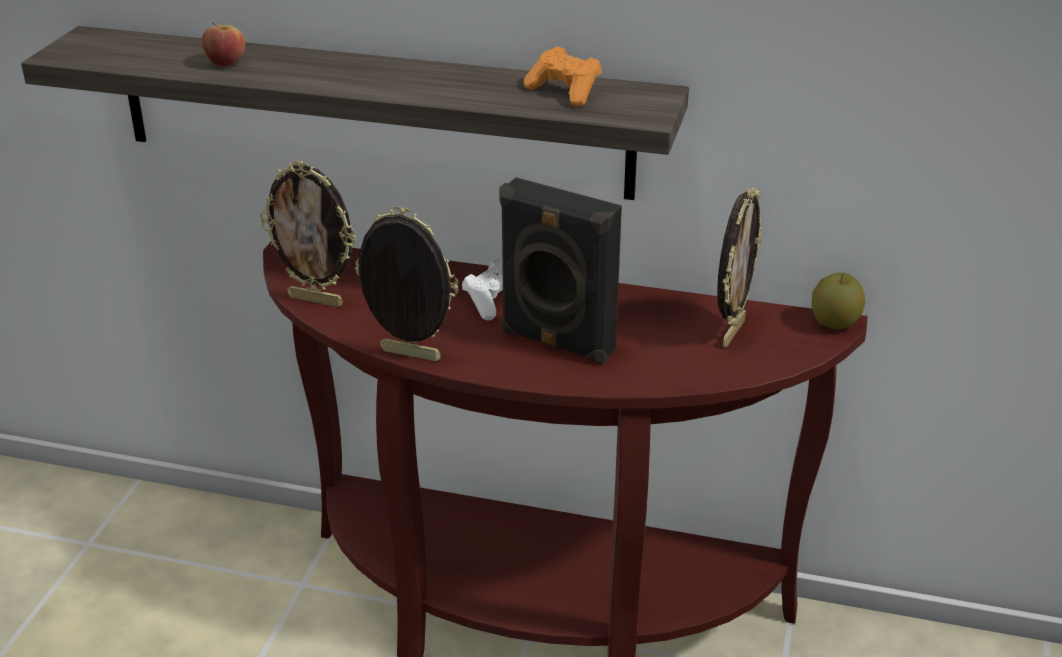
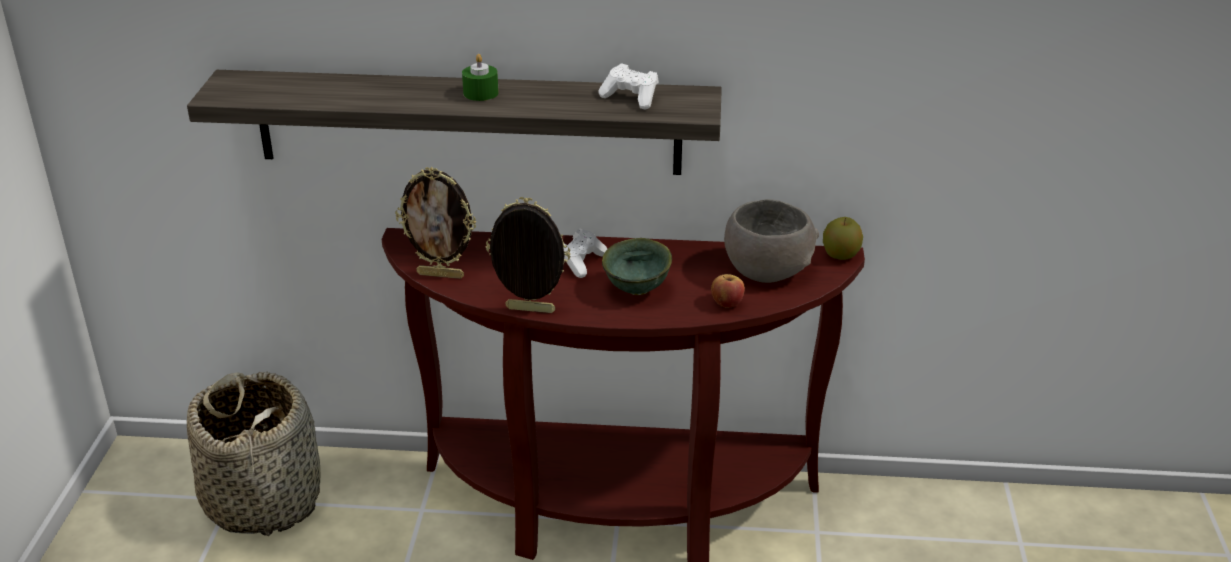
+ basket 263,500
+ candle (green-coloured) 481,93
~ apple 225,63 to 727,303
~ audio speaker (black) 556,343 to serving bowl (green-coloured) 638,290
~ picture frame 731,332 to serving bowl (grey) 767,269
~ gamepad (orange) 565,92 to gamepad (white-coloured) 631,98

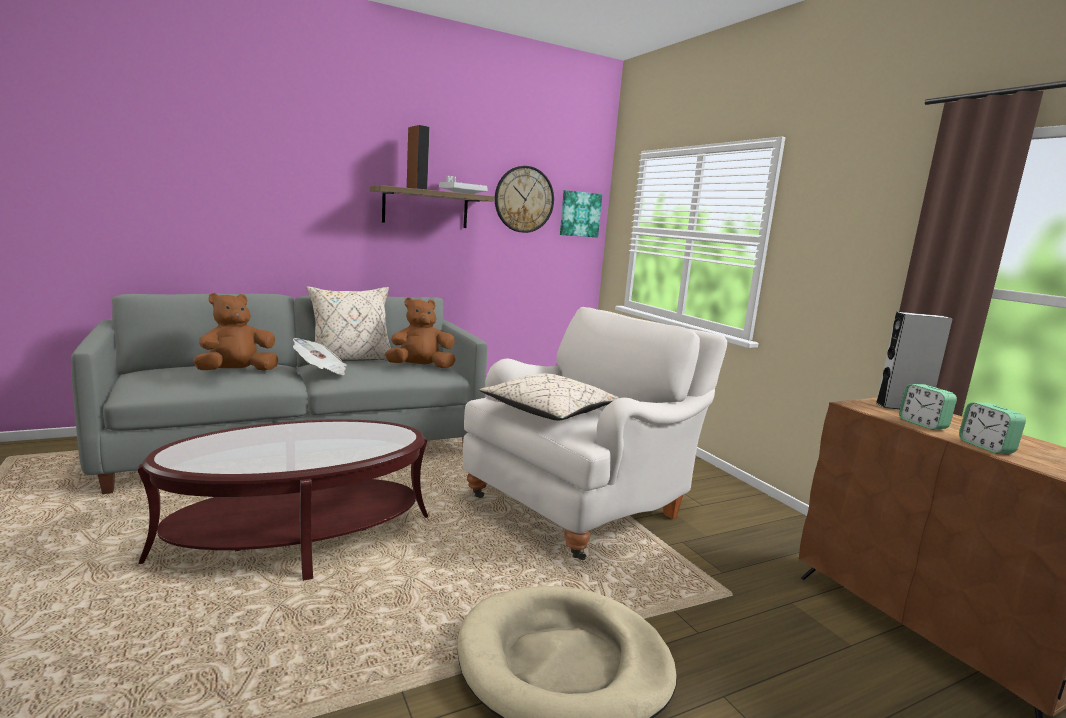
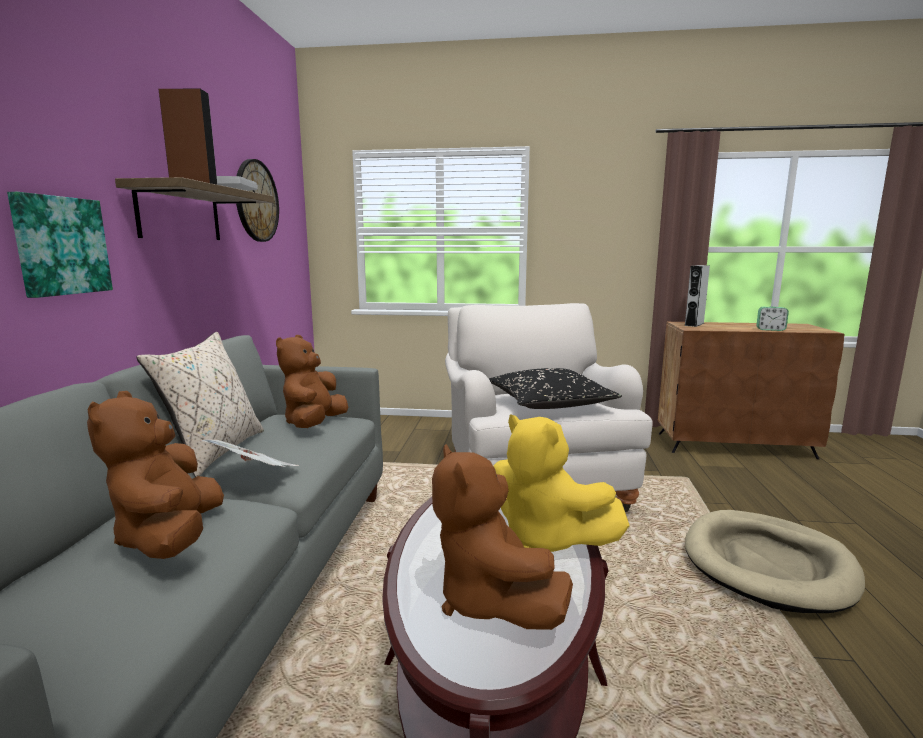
- bedside clock 922,424
+ cuddly toy (brownish) 490,600
+ cuddly toy (yellow-coloured) 546,539
~ picture 579,214 to 60,246
~ cushion (sand-coloured) 549,412 to cushion (black) 549,404

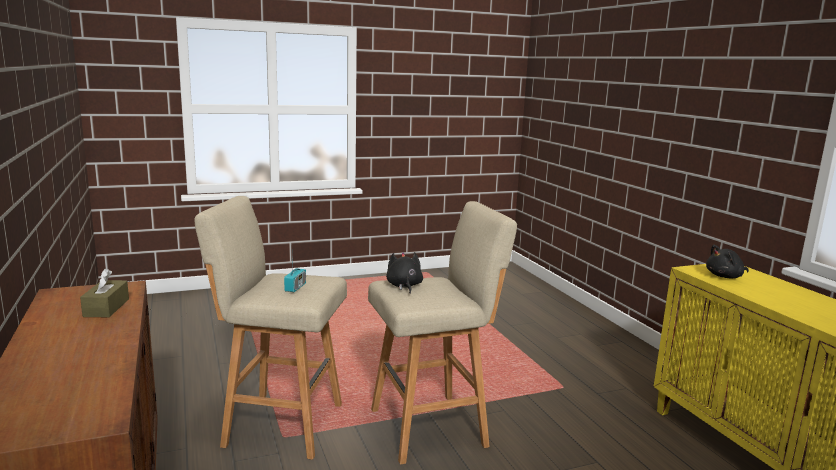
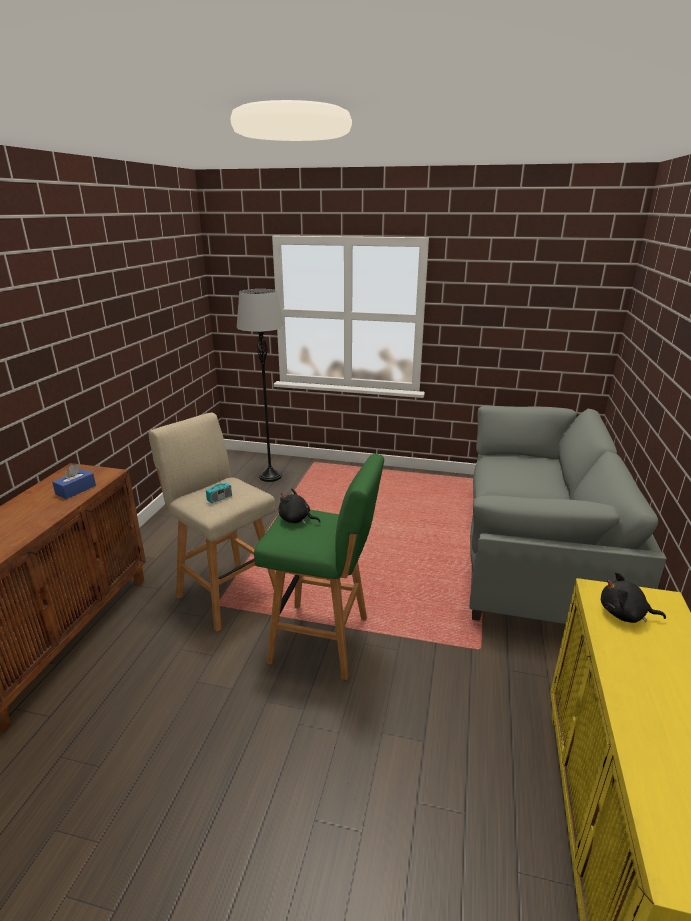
+ standing lamp (grey) 270,476
+ sofa (grey) 536,552
~ box of tissues (brownish) 106,308 to box of tissues (blue-coloured) 76,490
~ stool seat (sand-coloured) 432,427 to stool seat (green-coloured) 323,640
~ cuddly toy (black) 404,286 = 296,519 90 degrees counterclockwise

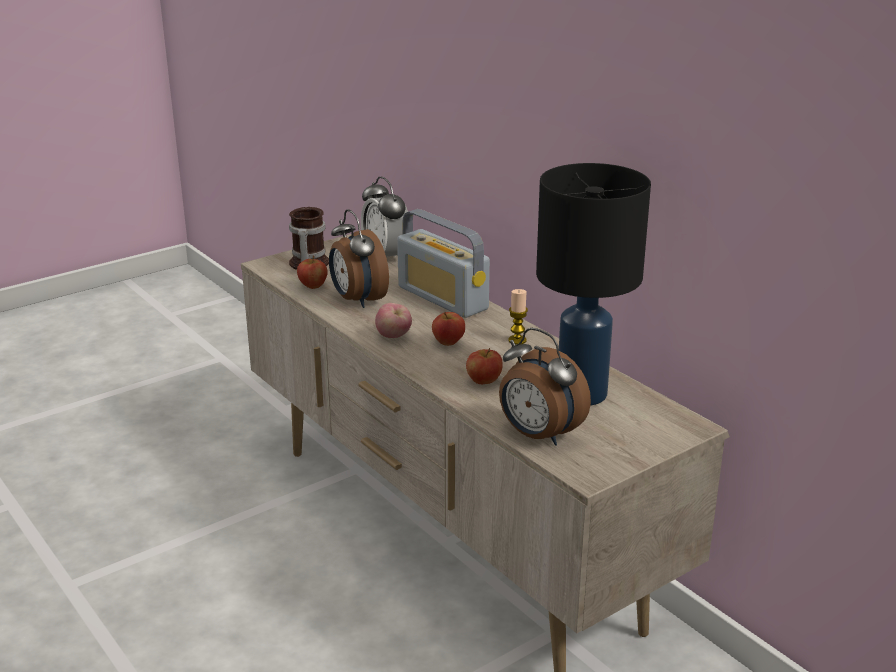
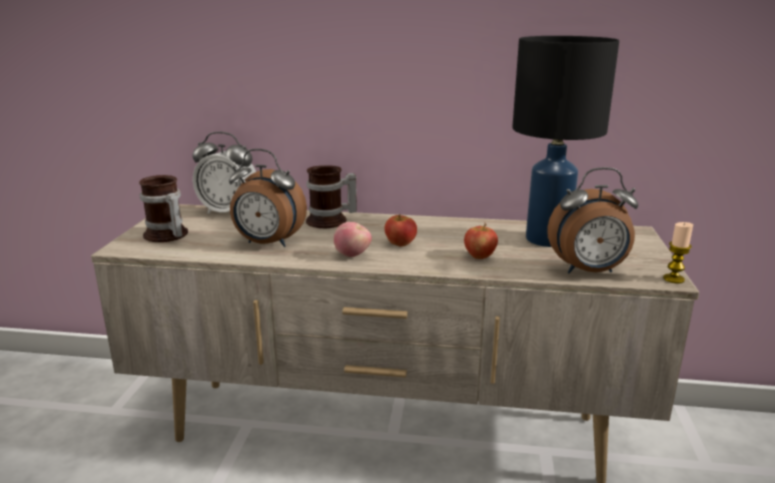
- apple 312,286
~ candle 517,340 to 673,279
~ radio set 442,298 to mug 331,221

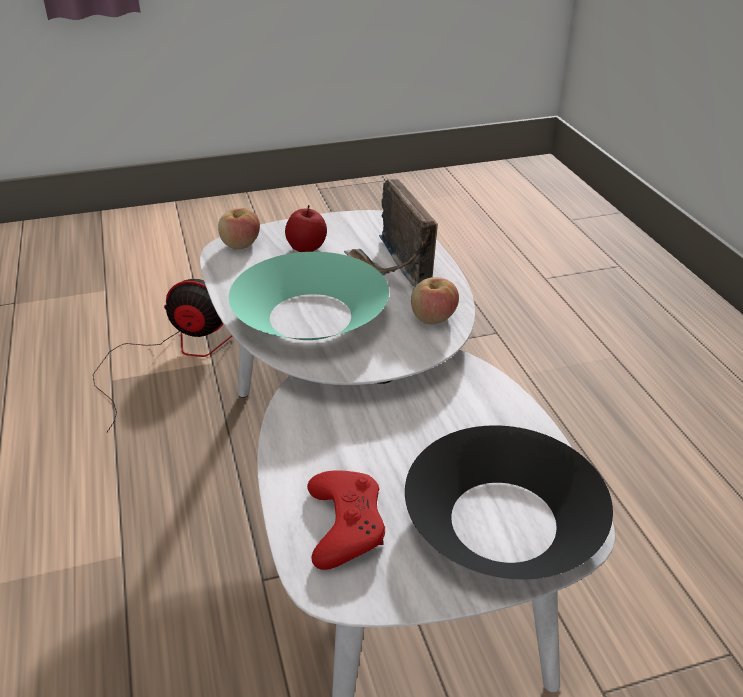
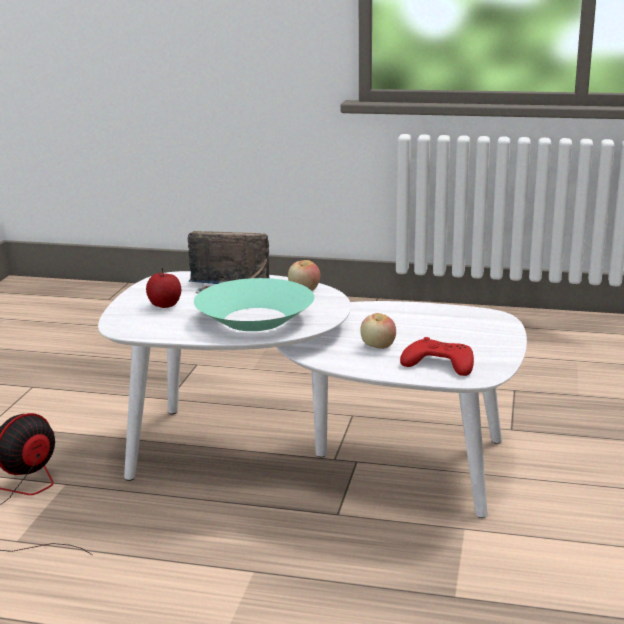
- serving bowl (black) 503,519
~ apple 240,245 to 378,346

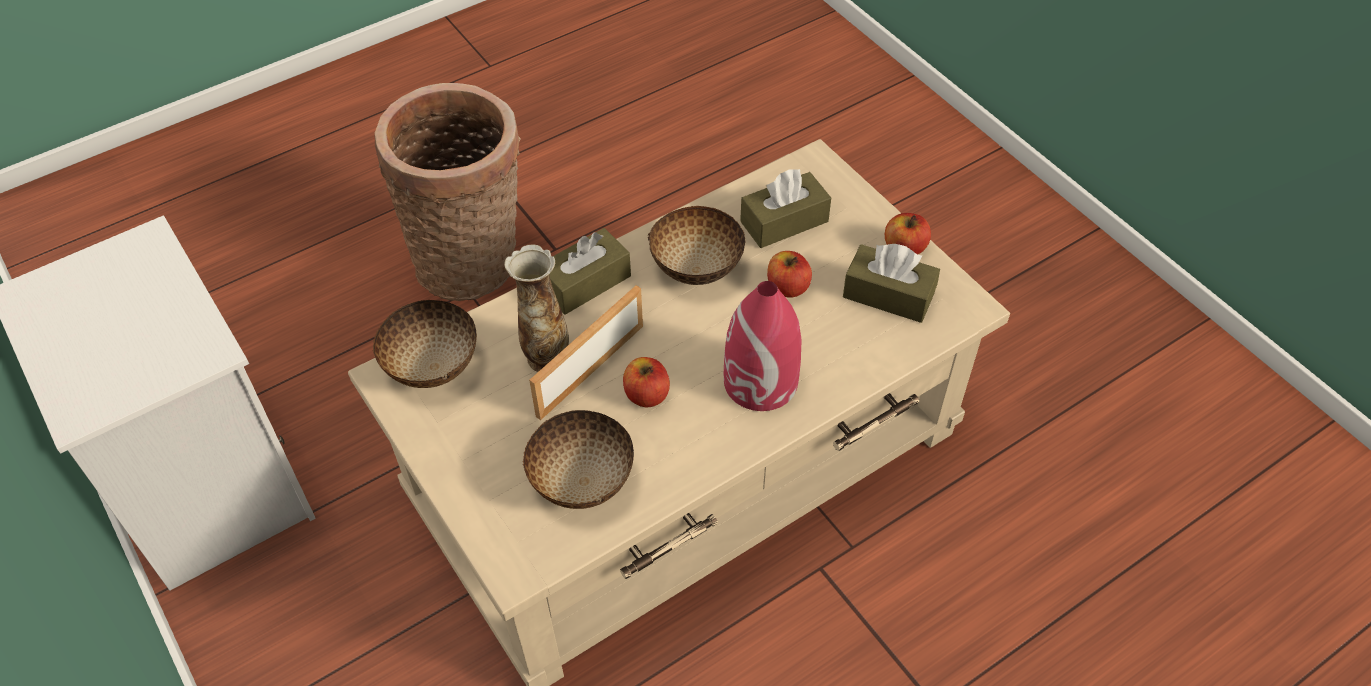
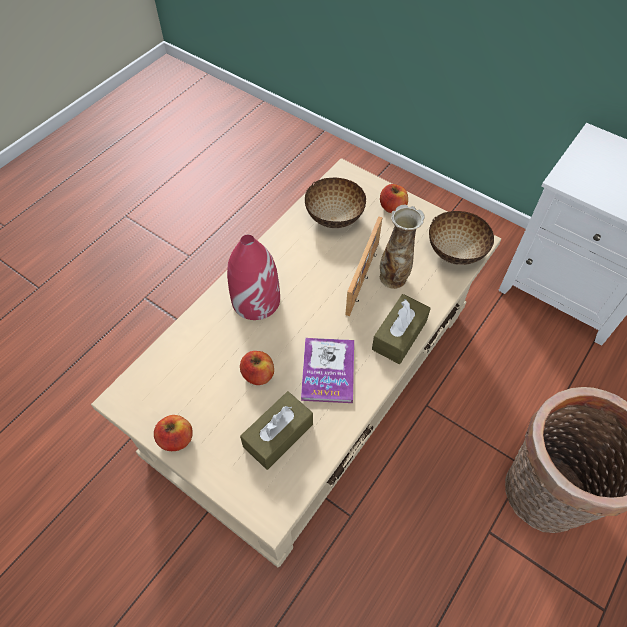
- box of tissues (brownish) 888,295
~ apple 646,395 to 392,207
~ serving bowl 698,268 to bound book 328,371

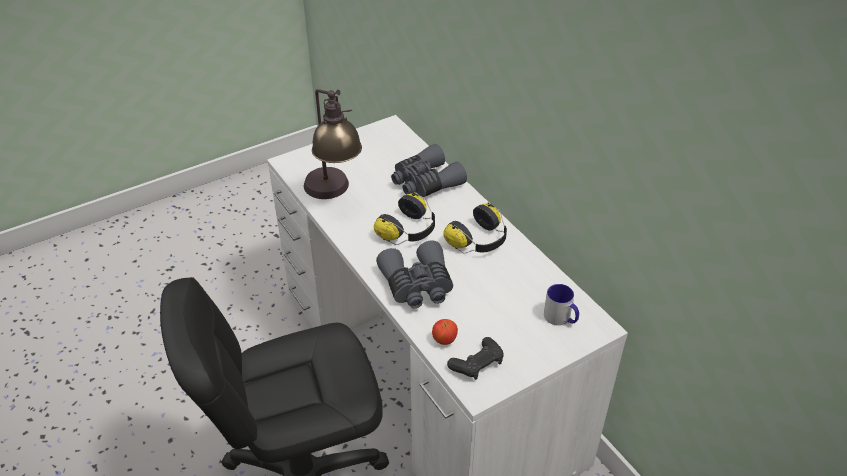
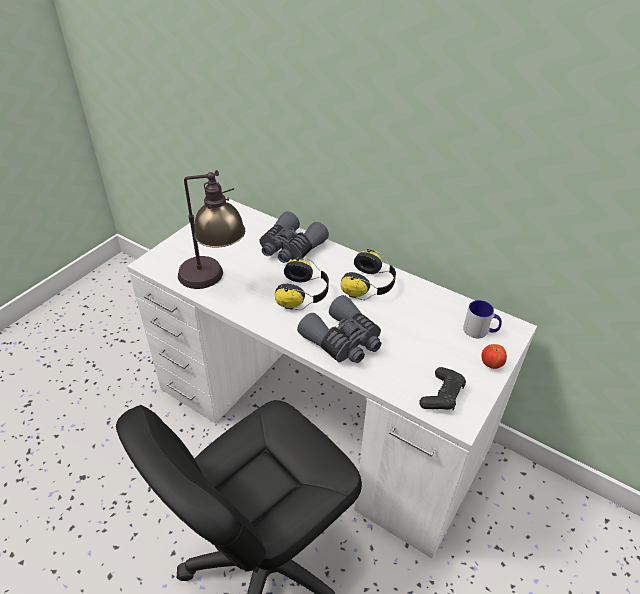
~ apple 444,340 to 491,364

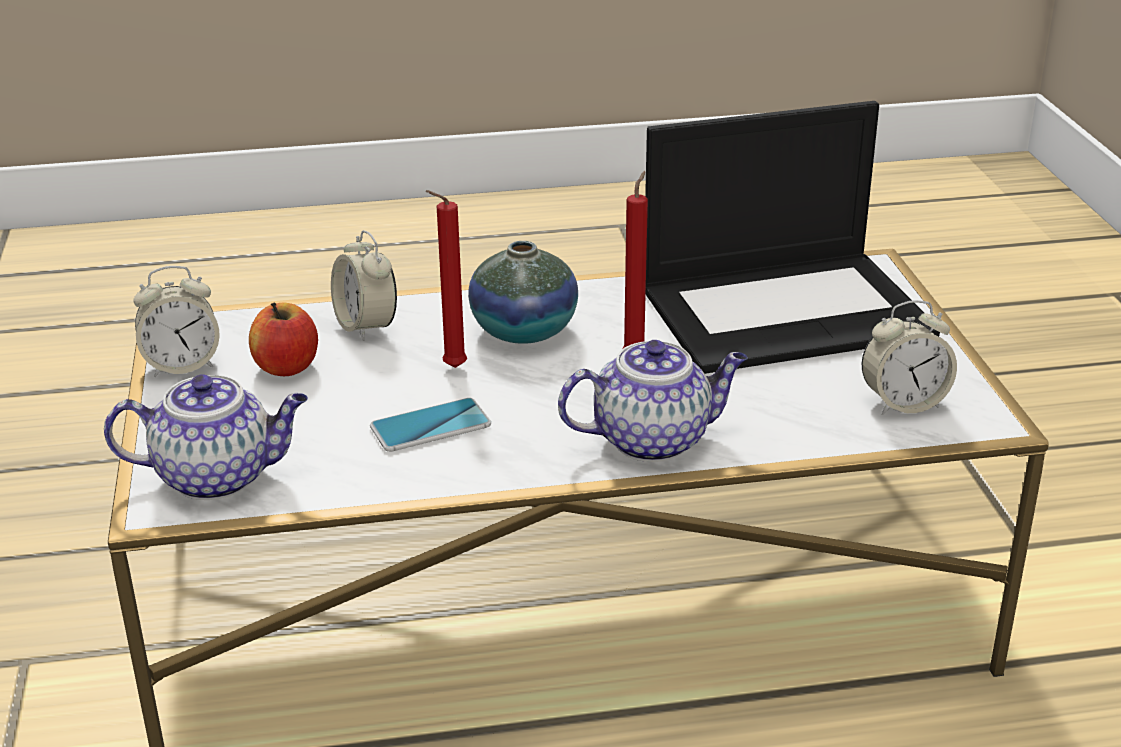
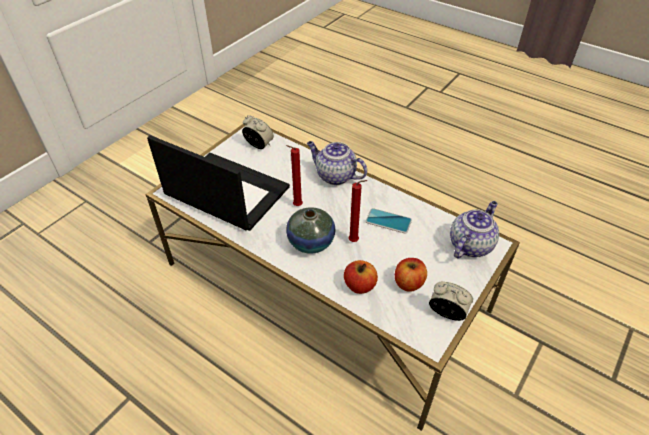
~ bedside clock 366,326 to apple 359,285
~ teapot 218,476 = 470,244 90 degrees clockwise

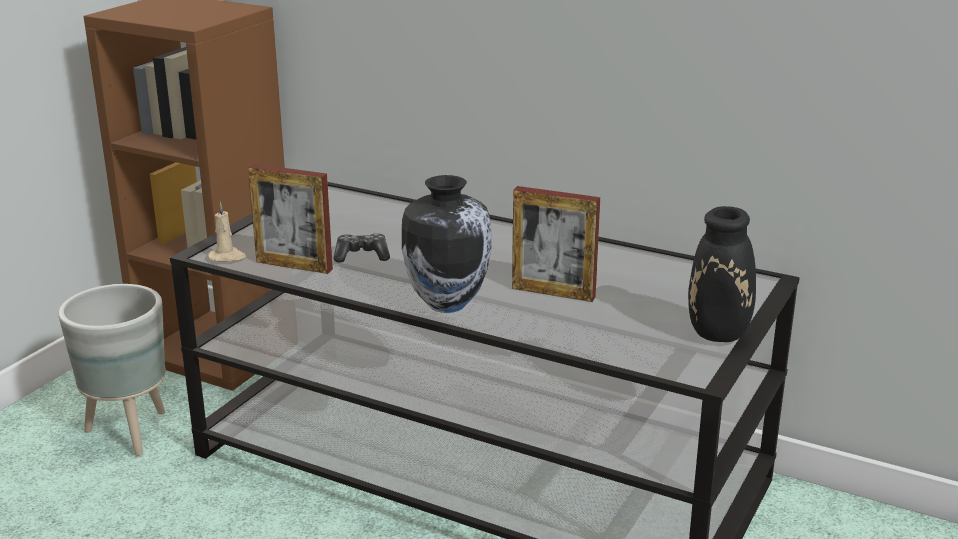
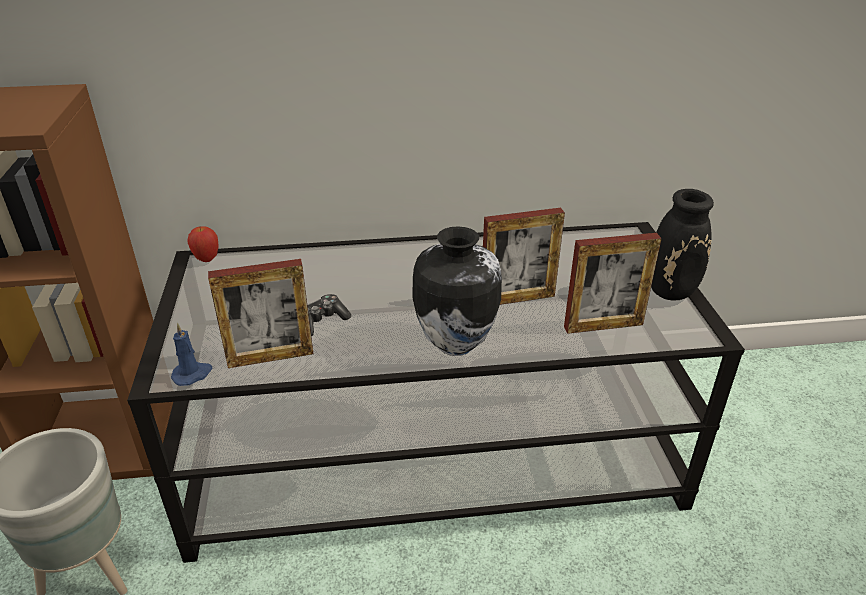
+ apple 206,259
+ picture frame 603,326
~ candle (sand-coloured) 227,257 to candle (blue-coloured) 192,374

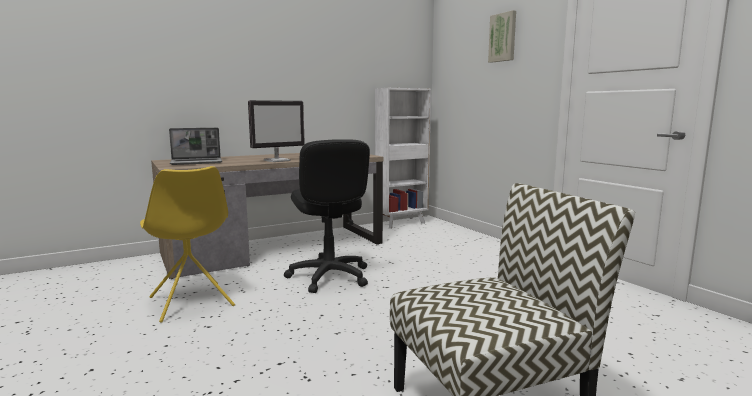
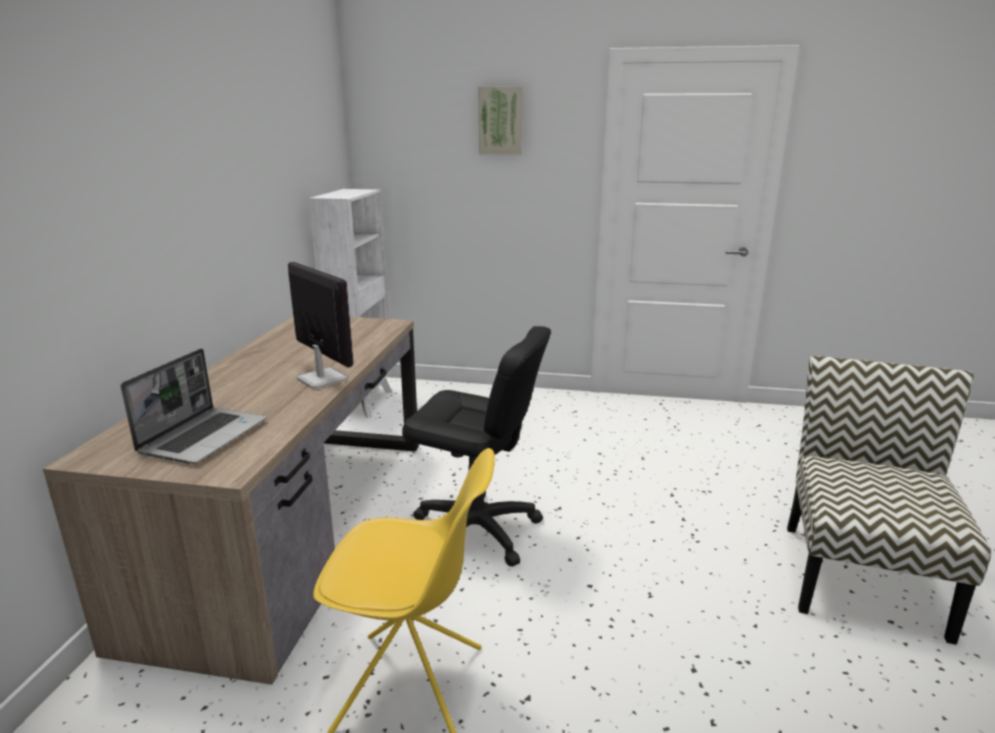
~ computer display 277,160 = 321,379 45 degrees counterclockwise

